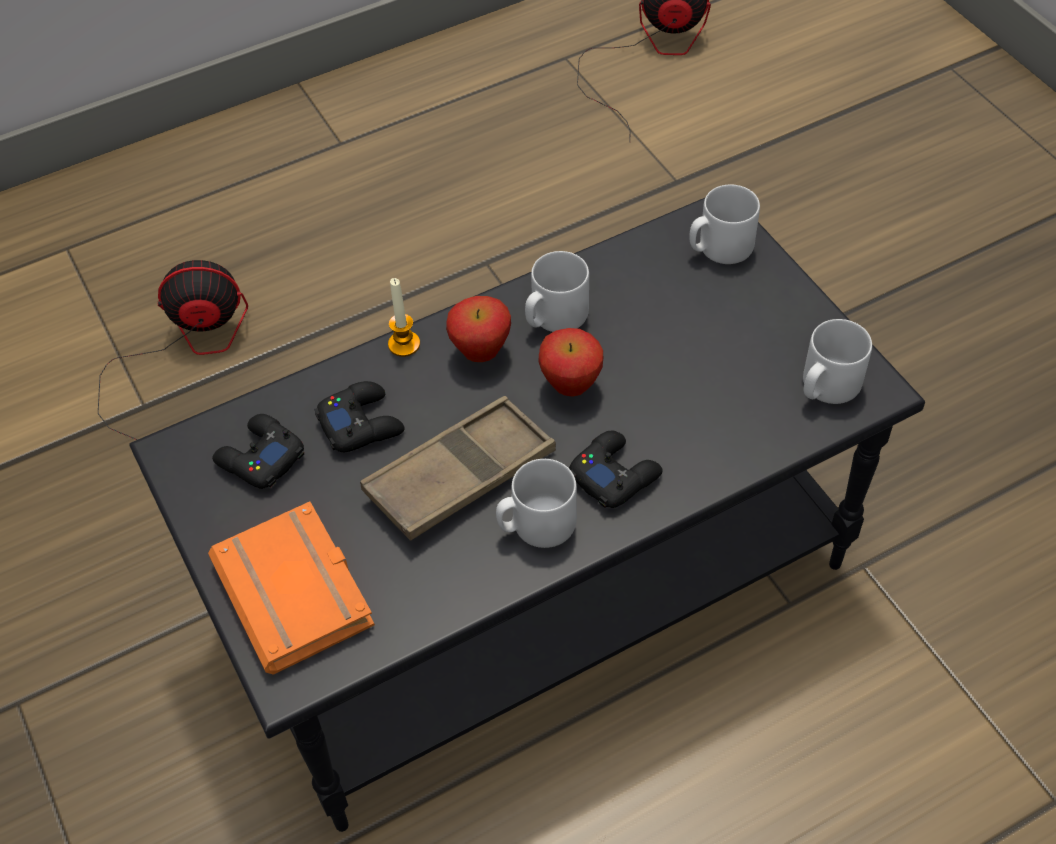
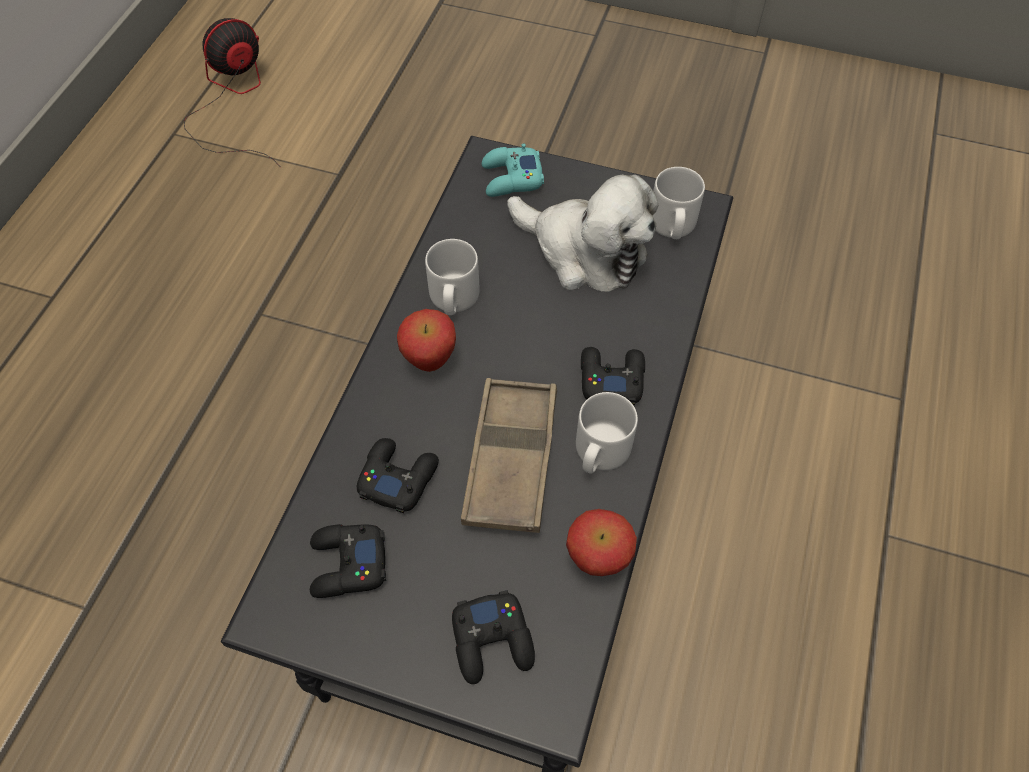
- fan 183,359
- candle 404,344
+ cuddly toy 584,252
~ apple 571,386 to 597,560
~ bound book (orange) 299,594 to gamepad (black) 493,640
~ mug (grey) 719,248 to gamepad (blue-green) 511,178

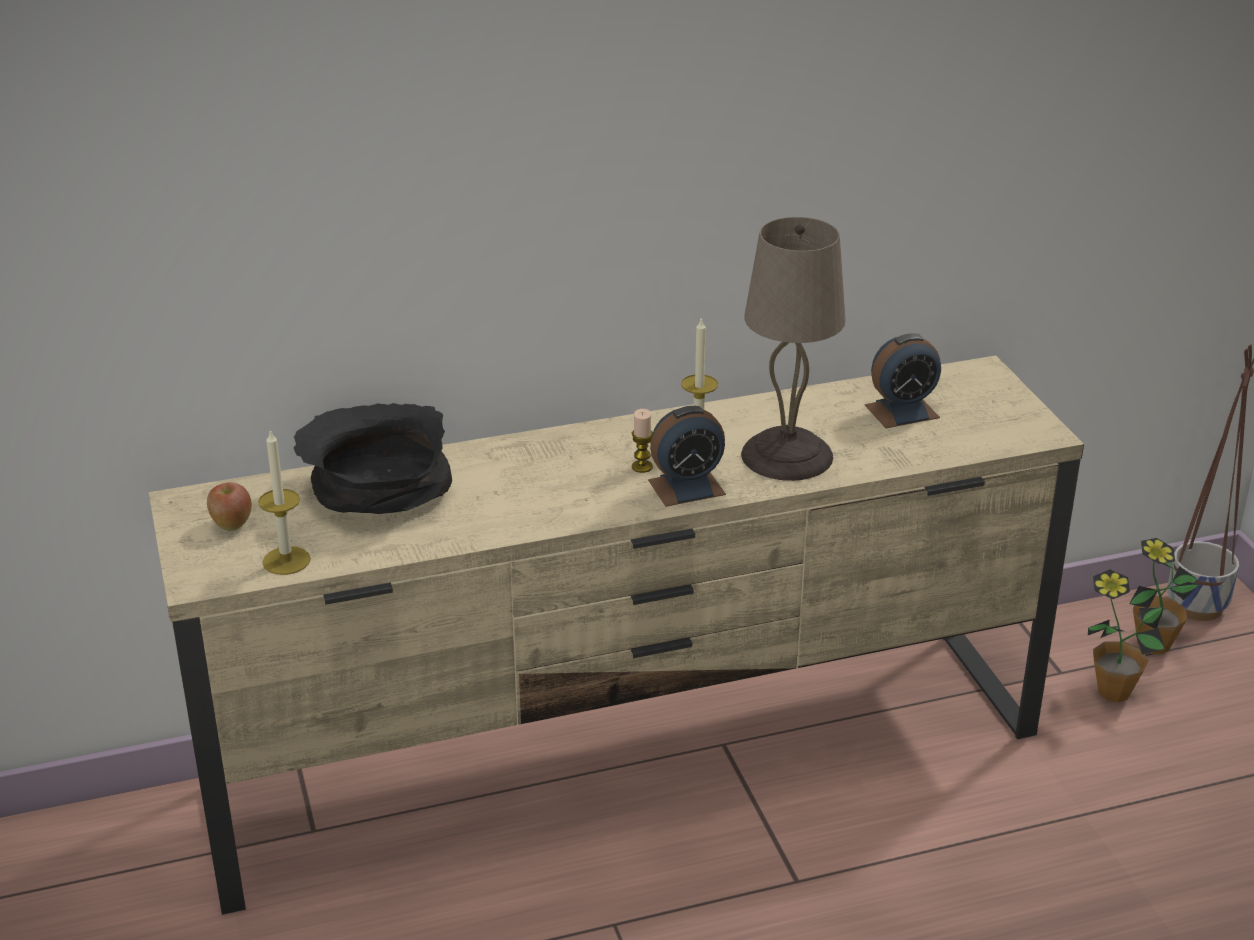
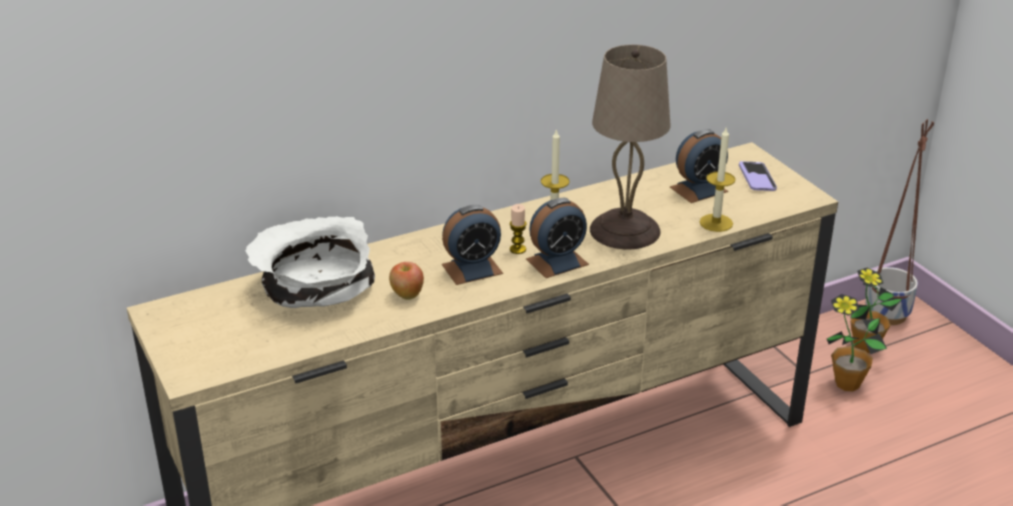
+ bedside clock 472,269
+ handset 757,178
~ apple 231,525 to 407,295
~ candle 286,560 to 716,223
~ serving bowl (black) 375,492 to serving bowl (white-coloured) 313,289

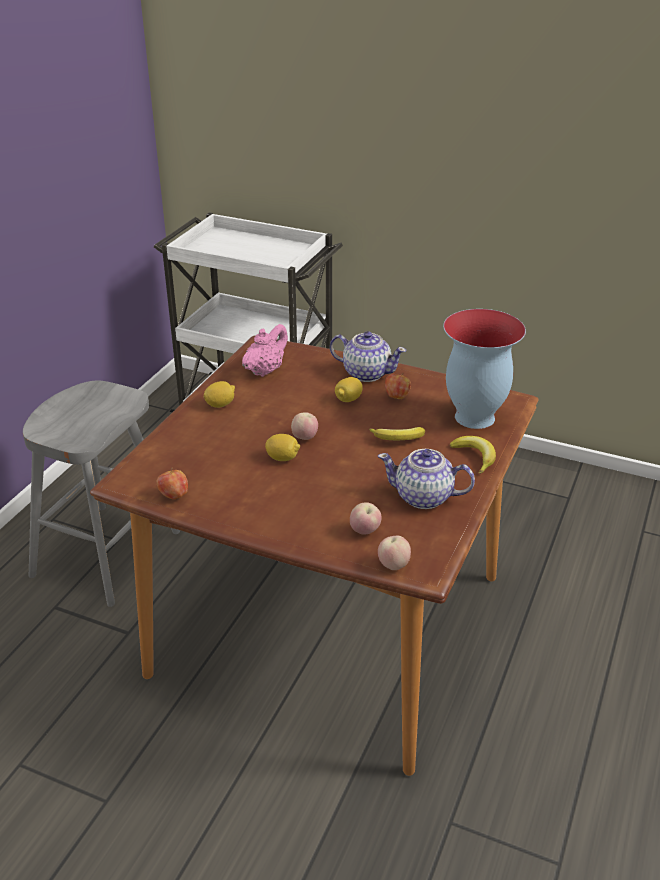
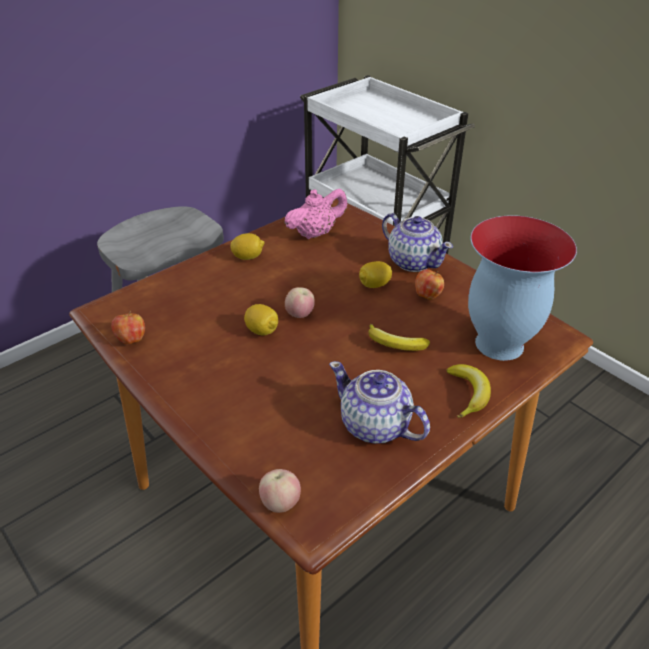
- apple 364,531

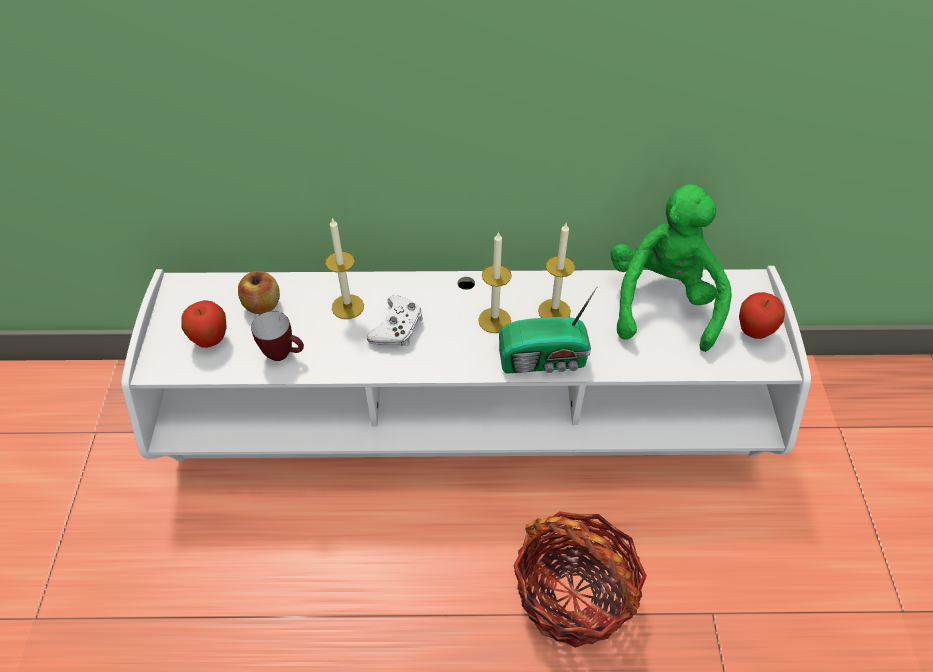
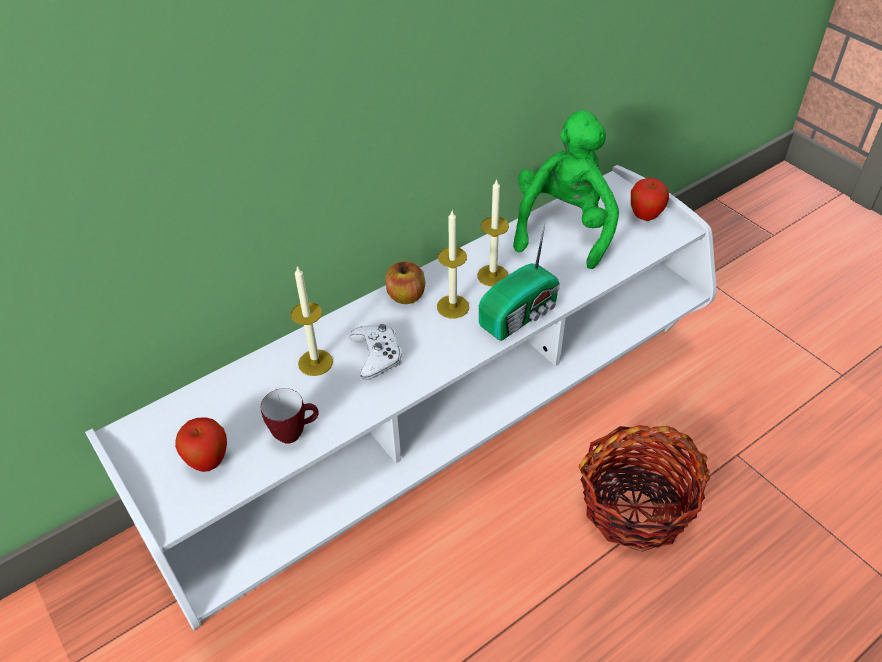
~ apple 262,305 to 406,296
~ cuddly toy (green-coloured) 662,301 = 564,228 45 degrees clockwise

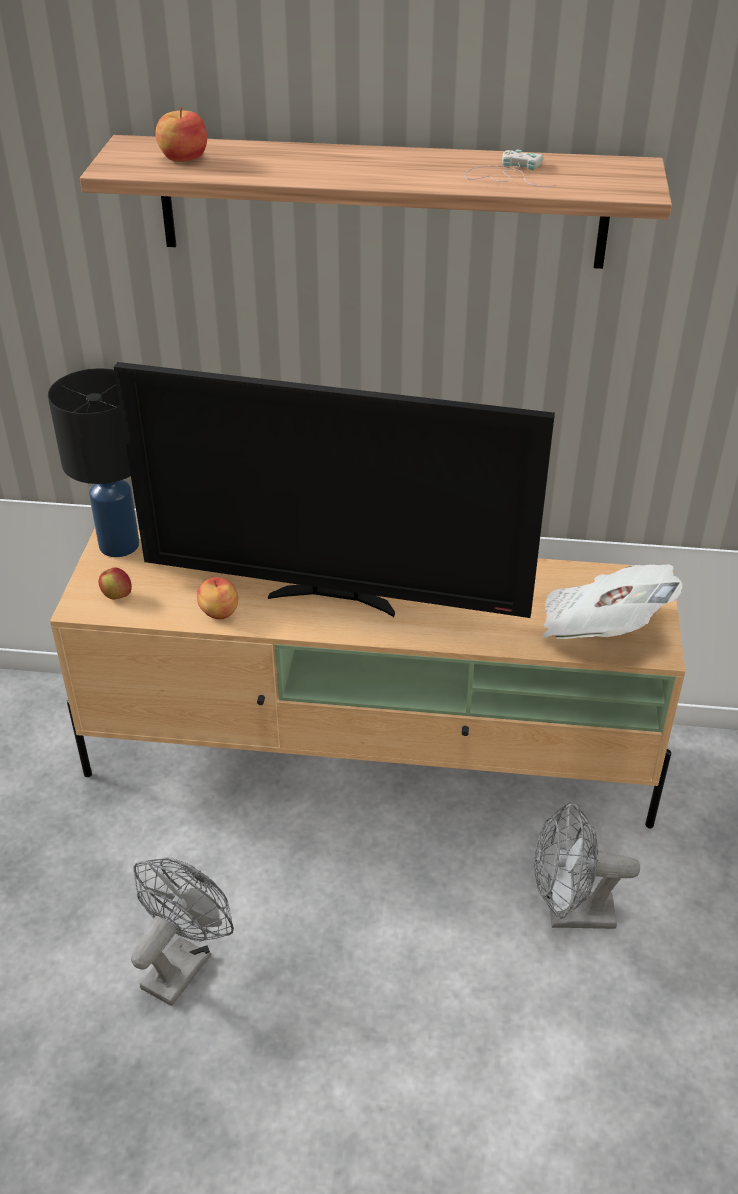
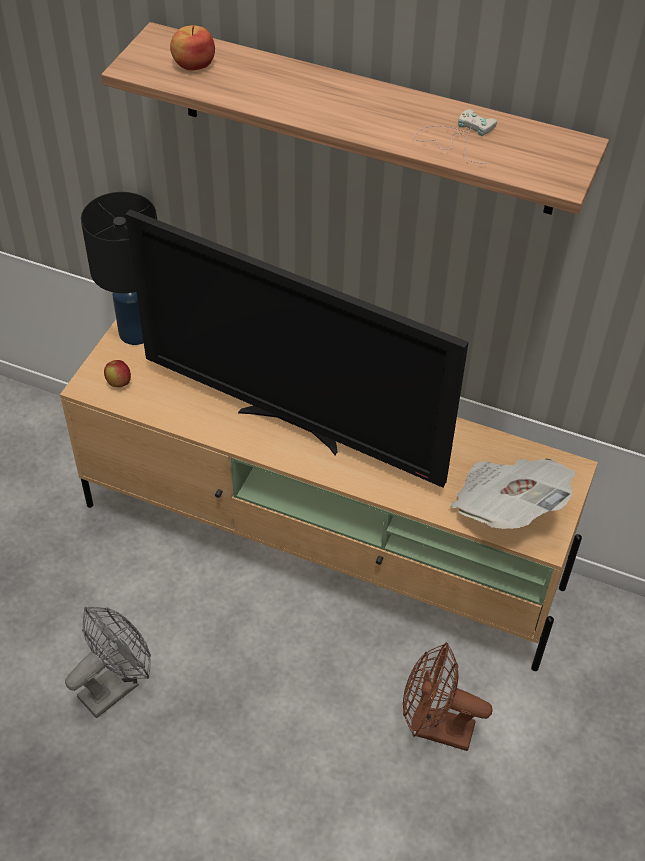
- apple 218,612
~ fan (grey) 569,914 to fan (brownish) 434,728

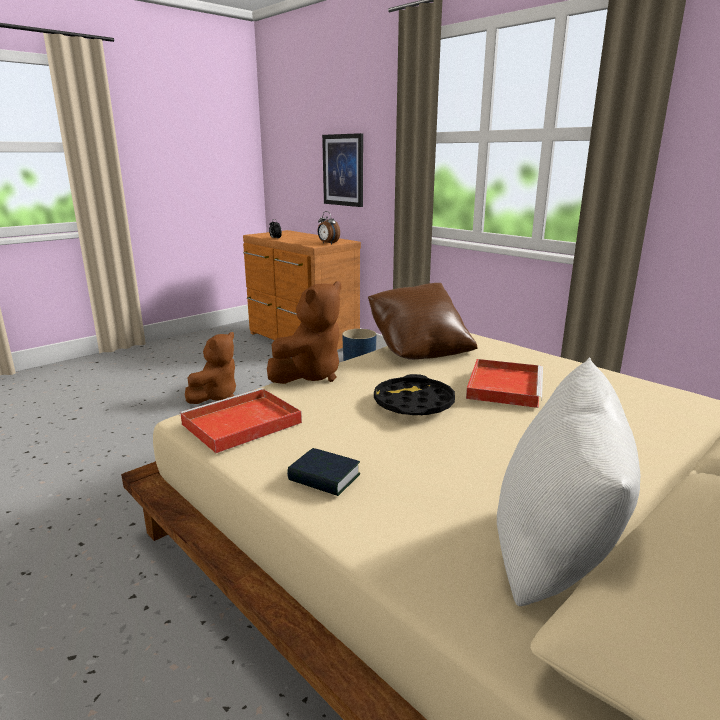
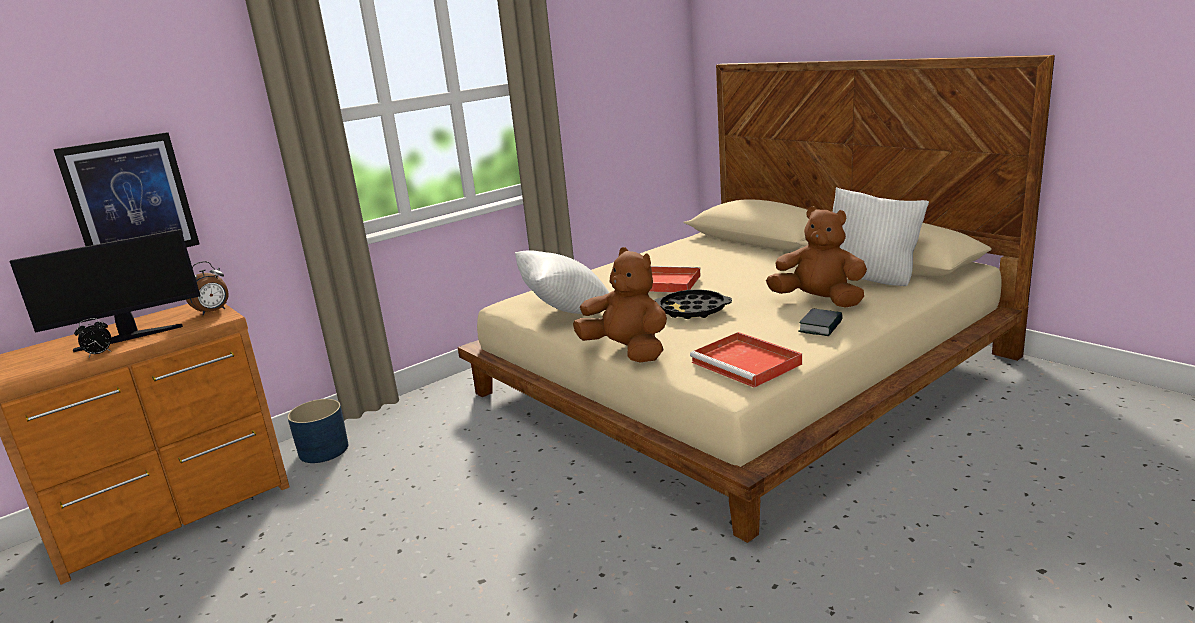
+ computer display 129,337
~ cuddly toy (brownish) 215,396 to 819,301
~ cushion (brownish) 419,351 to cushion (white-coloured) 566,312

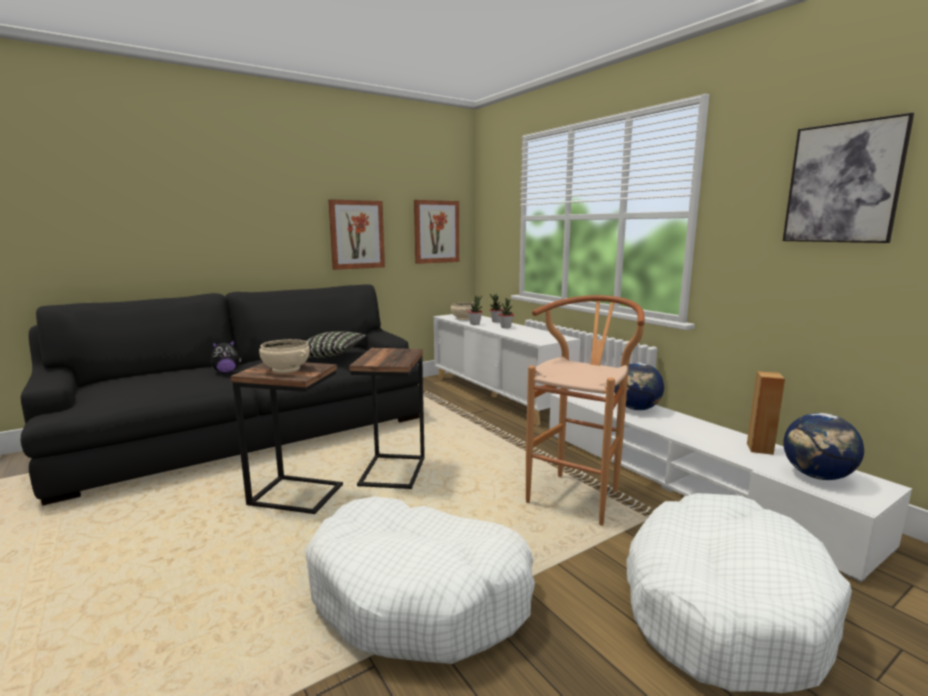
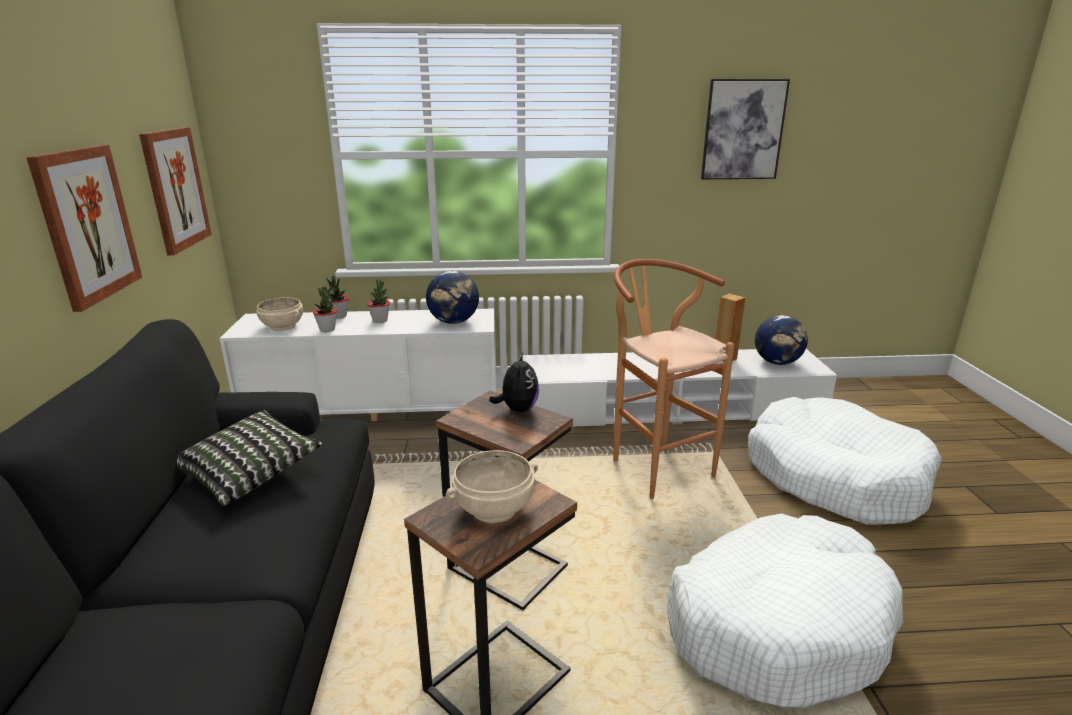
~ cuddly toy 226,372 to 517,409
~ desk globe 636,409 to 454,322

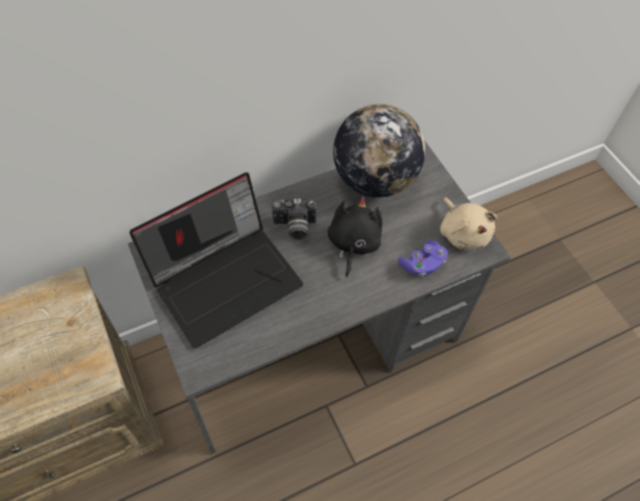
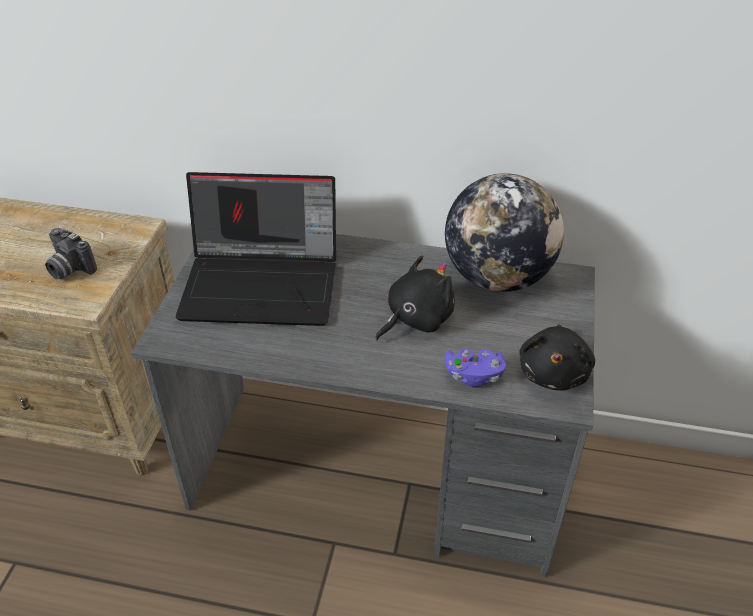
~ photo camera 294,227 to 69,269
~ cuddly toy (sand-coloured) 463,233 to cuddly toy (black) 553,372

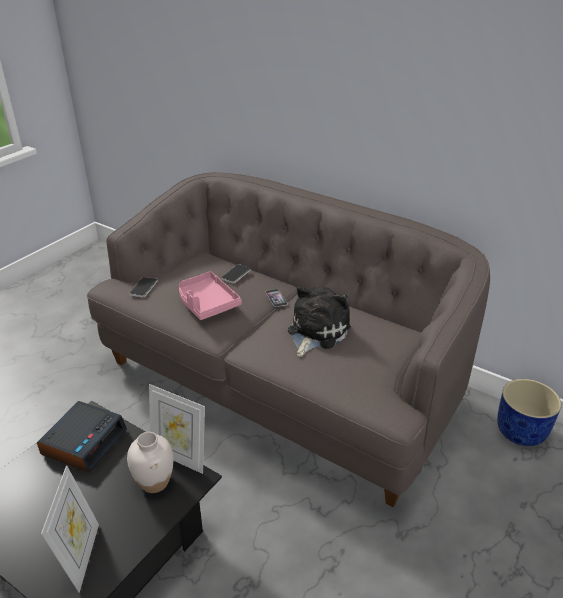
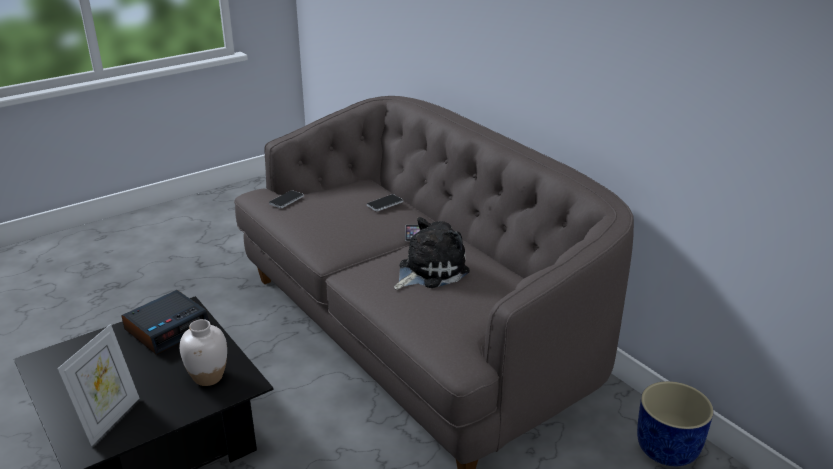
- picture frame 180,457
- carrying tray (pink) 206,303

